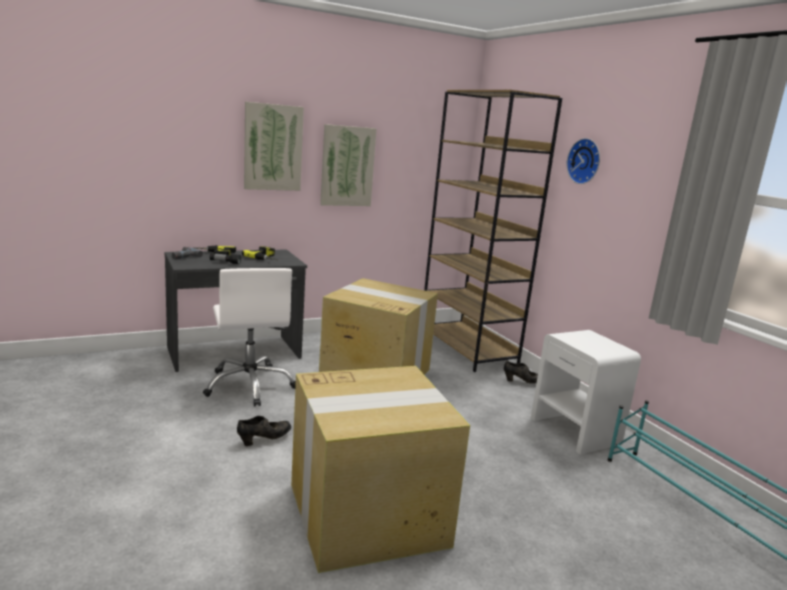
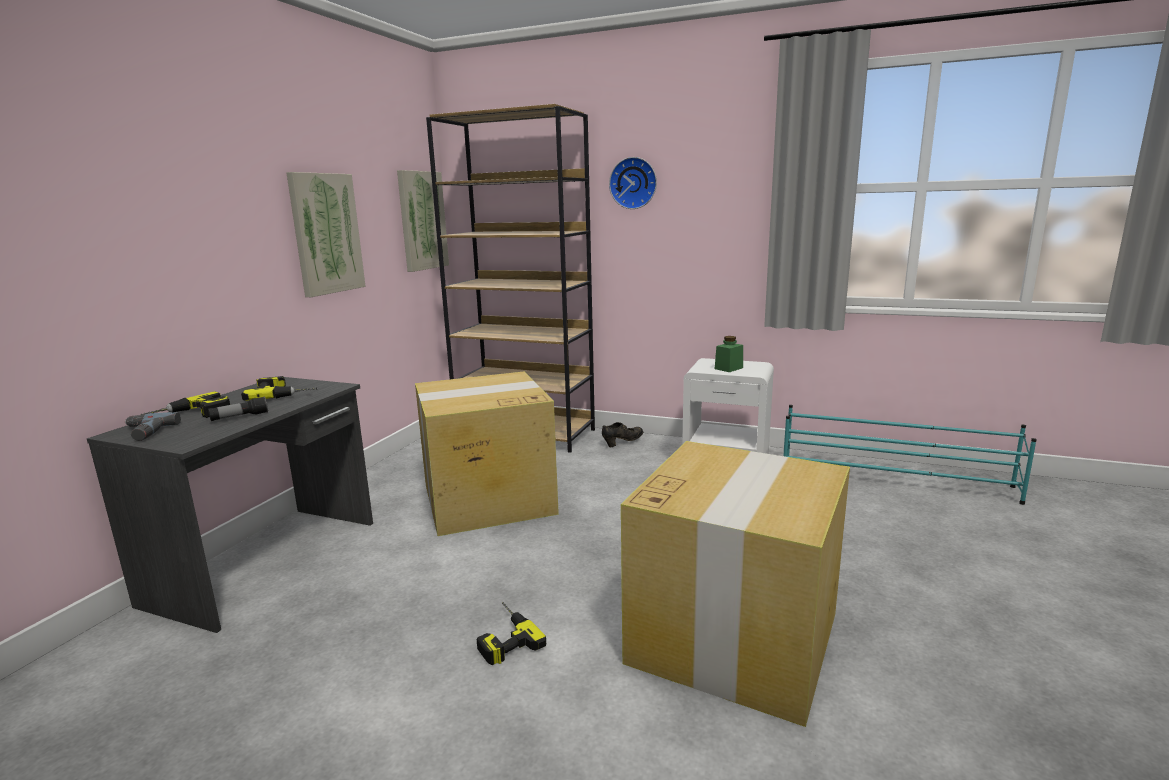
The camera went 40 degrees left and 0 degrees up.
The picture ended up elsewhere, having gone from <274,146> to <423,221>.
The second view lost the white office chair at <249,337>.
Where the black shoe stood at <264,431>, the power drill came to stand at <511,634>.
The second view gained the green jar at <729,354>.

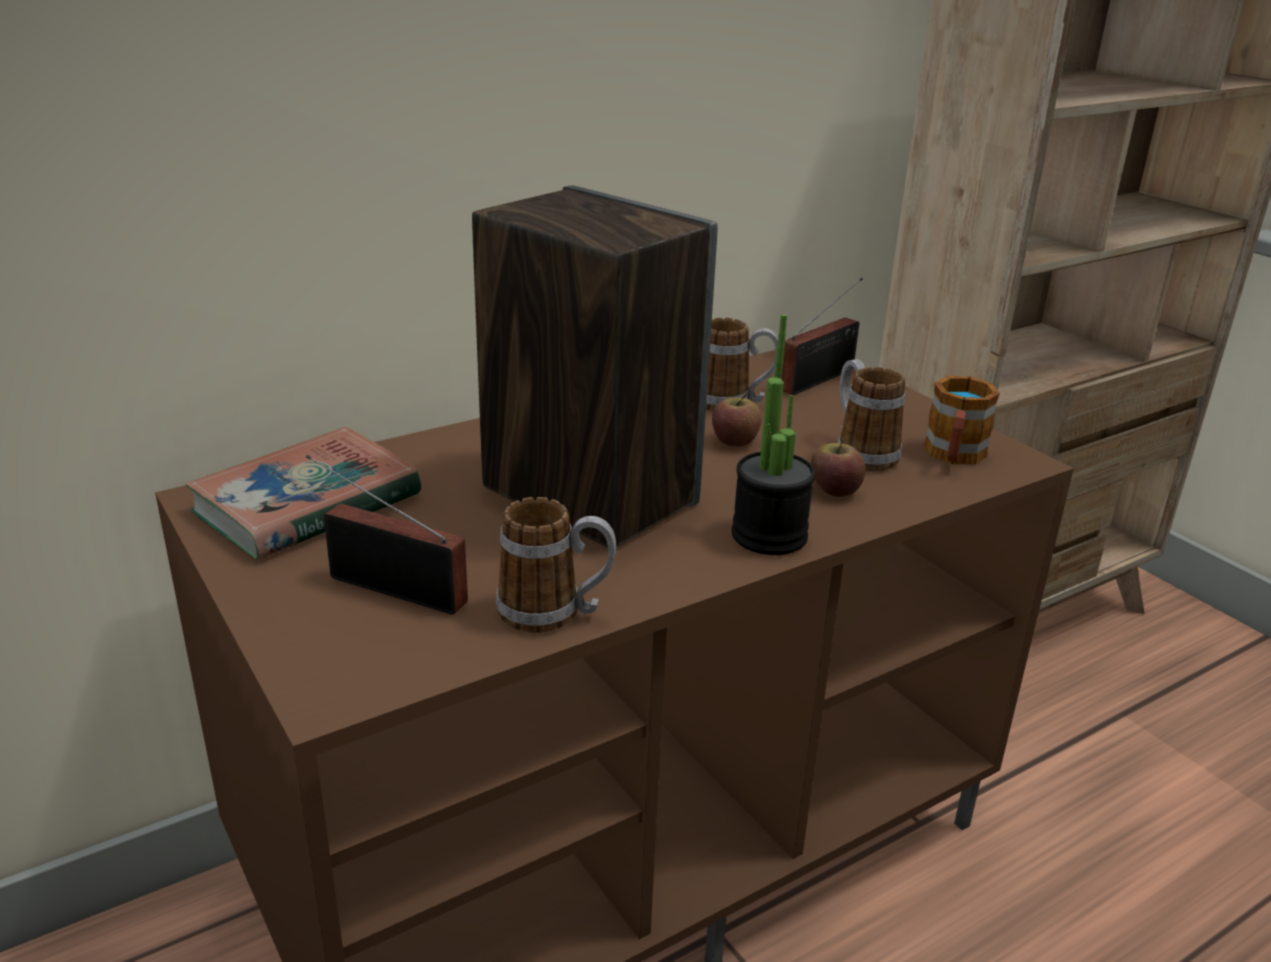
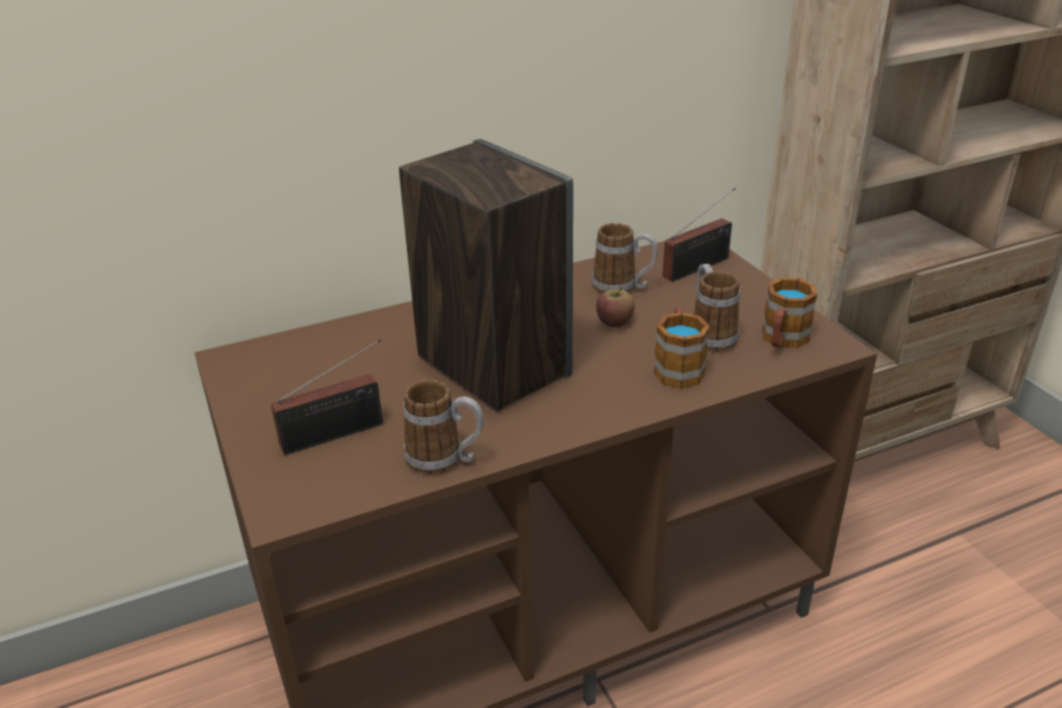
The camera went 10 degrees right and 5 degrees up.
The second view lost the potted plant at <774,434>.
The second view lost the book at <303,493>.
Where the apple stood at <838,467>, the mug came to stand at <682,348>.
The radio at <387,535> ended up facing another way, 120 degrees clockwise from before.

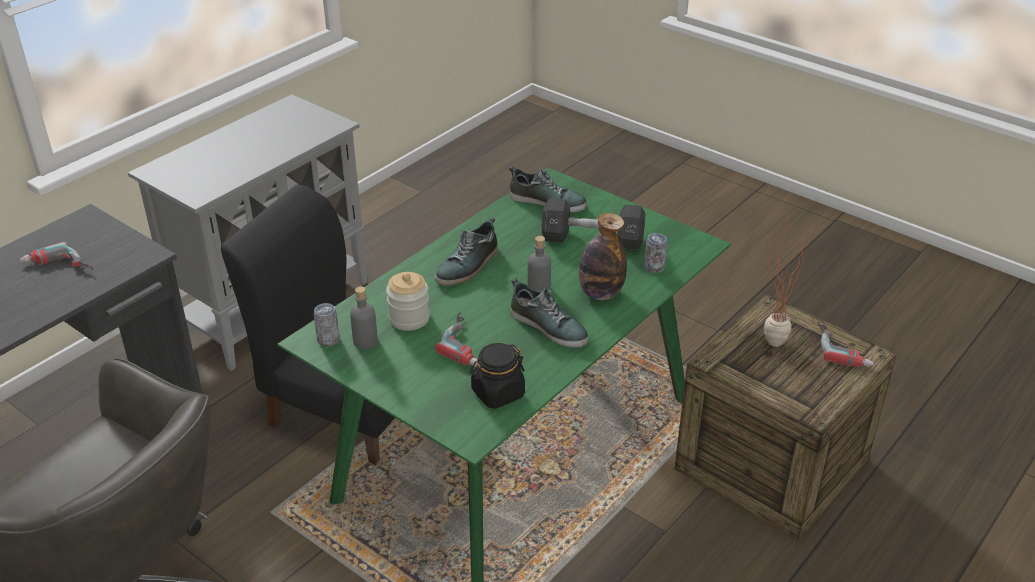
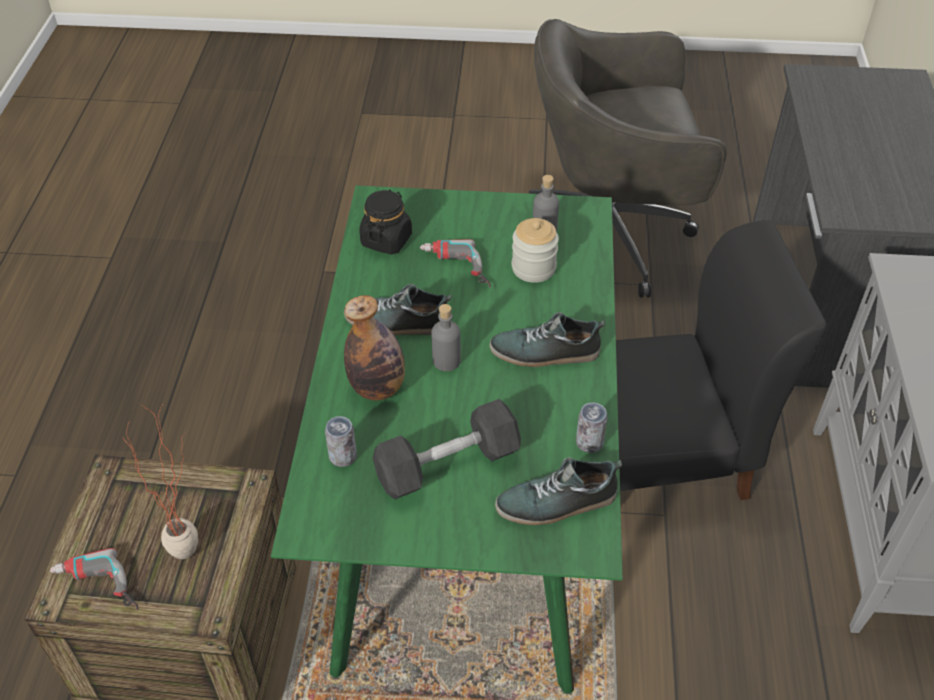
The camera went 145 degrees right and 10 degrees up.
The shoe at <466,251> ended up facing another way, 90 degrees counterclockwise from before.
The second view lost the power drill at <56,256>.
The can ended up elsewhere, having gone from <327,324> to <592,427>.

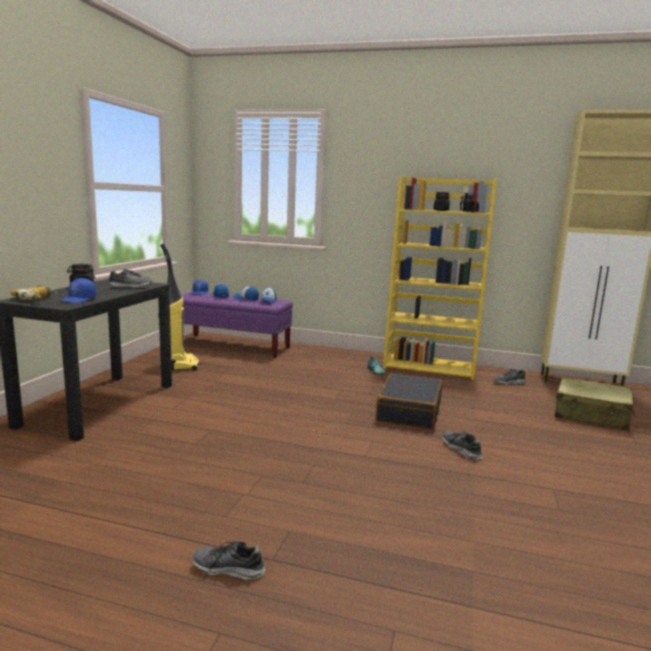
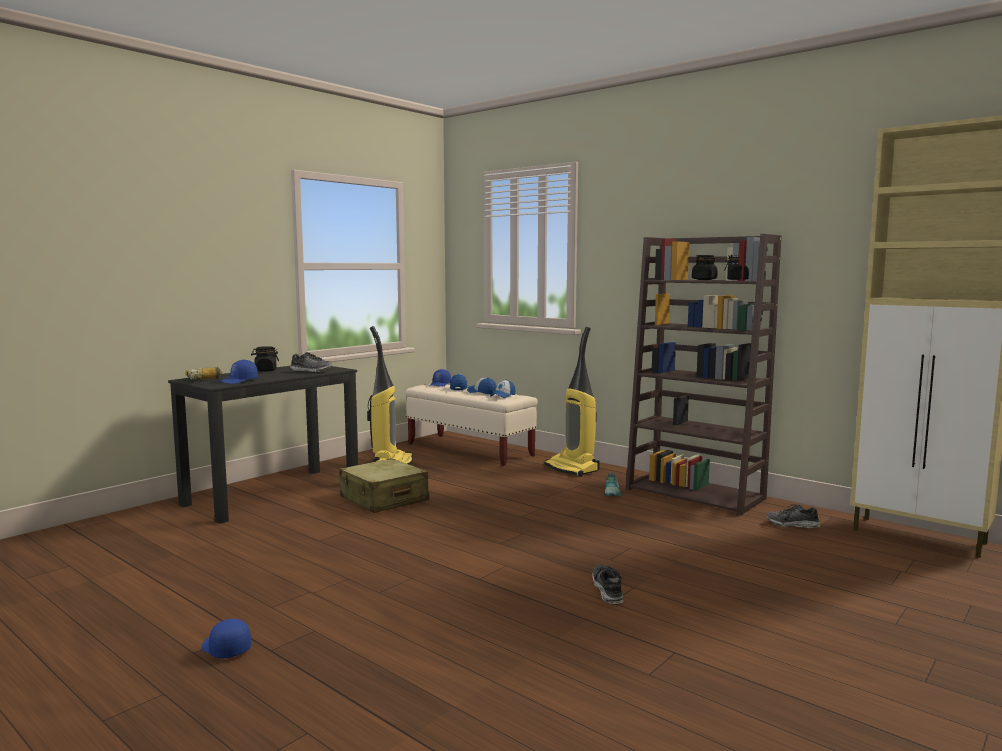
The camera went 25 degrees right and 5 degrees down.
What was the yellow bookcase at <440,278> turned into the brown bookcase at <704,375>.
What was the purple bench at <237,325> turned into the beige bench at <471,425>.
The second view lost the black suitcase at <409,401>.
The beige suitcase ended up elsewhere, having gone from <596,403> to <384,485>.
Where the shoe stood at <228,560>, the blue cap came to stand at <226,638>.
The second view gained the vacuum cleaner at <572,402>.

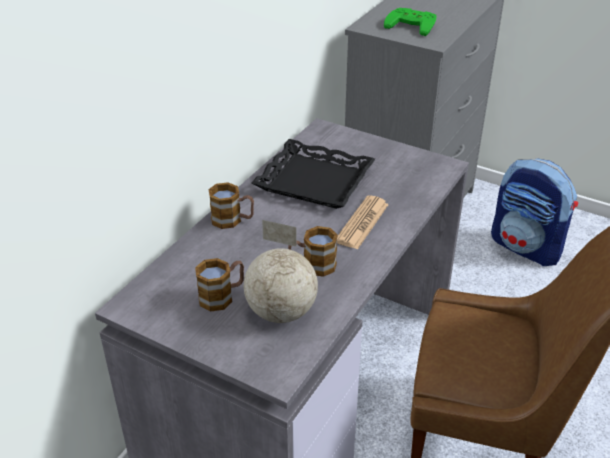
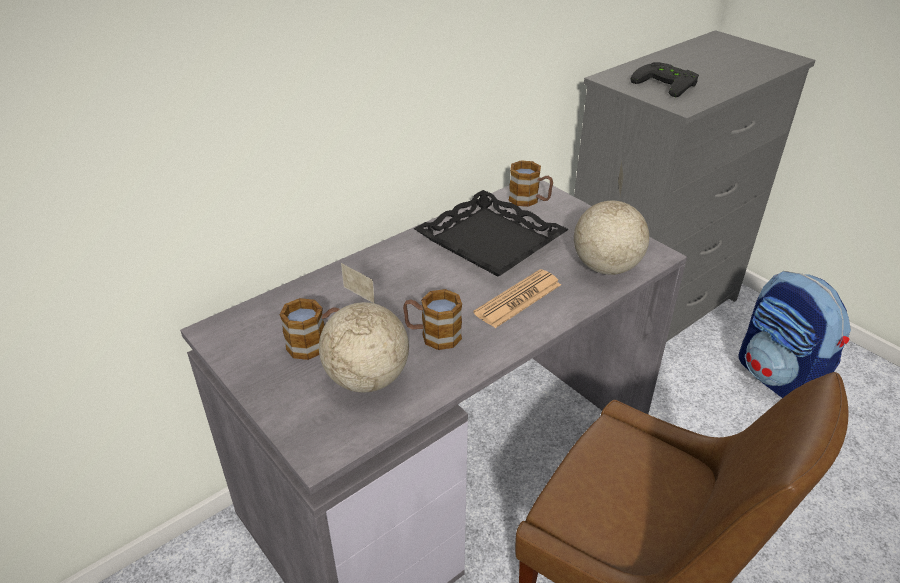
The camera went 20 degrees right and 0 degrees up.
What was the green game controller at <410,22> turned into the black game controller at <664,80>.
The mug ended up elsewhere, having gone from <231,205> to <531,184>.
The second view gained the globe at <611,217>.

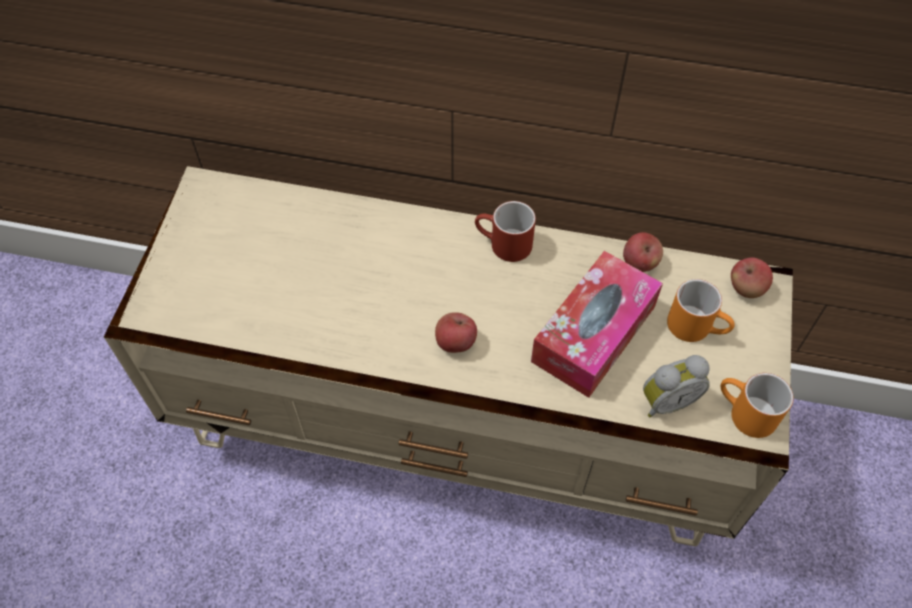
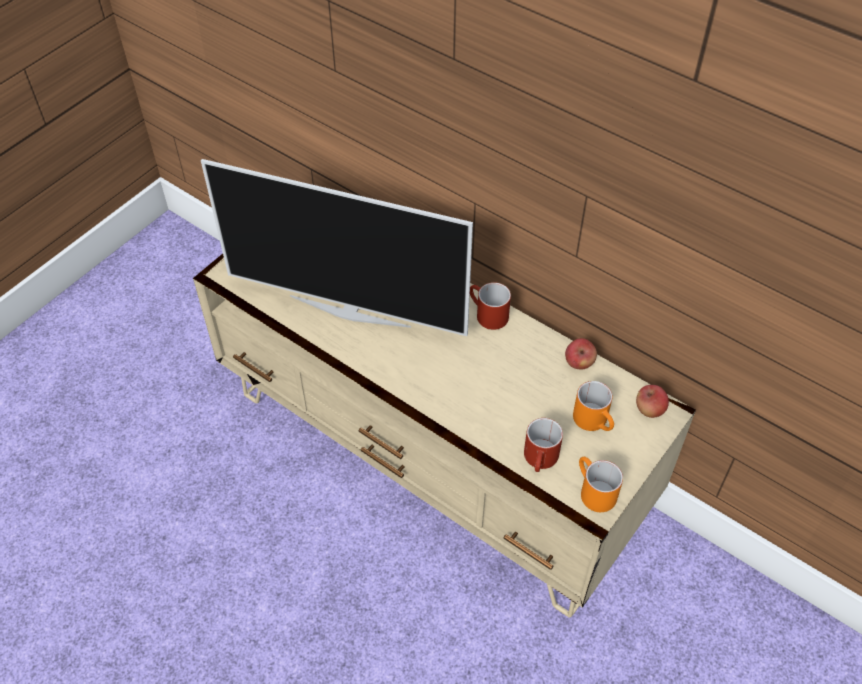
The camera went 25 degrees right and 5 degrees down.
The second view lost the tissue box at <597,324>.
The second view lost the apple at <456,332>.
Where the alarm clock stood at <676,386>, the red mug came to stand at <543,445>.
The second view gained the television at <337,247>.

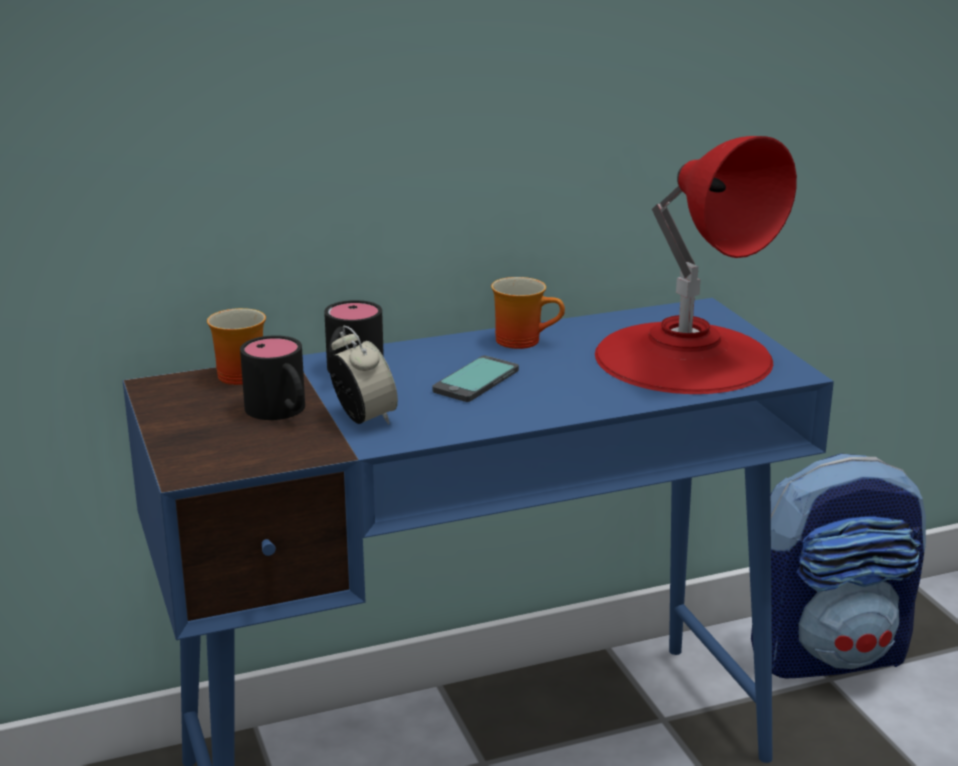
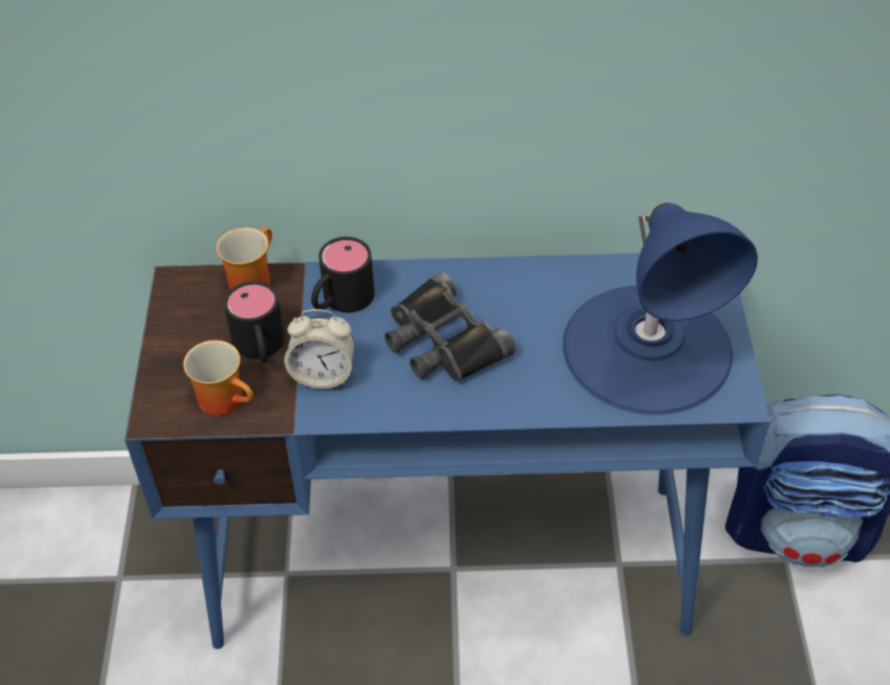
The camera went 20 degrees right and 25 degrees up.
What was the red table lamp at <696,265> turned into the blue table lamp at <660,309>.
The mug ended up elsewhere, having gone from <528,313> to <218,378>.
The alarm clock at <363,375> ended up facing another way, 105 degrees clockwise from before.
Where the phone stood at <475,379>, the black binoculars came to stand at <450,327>.

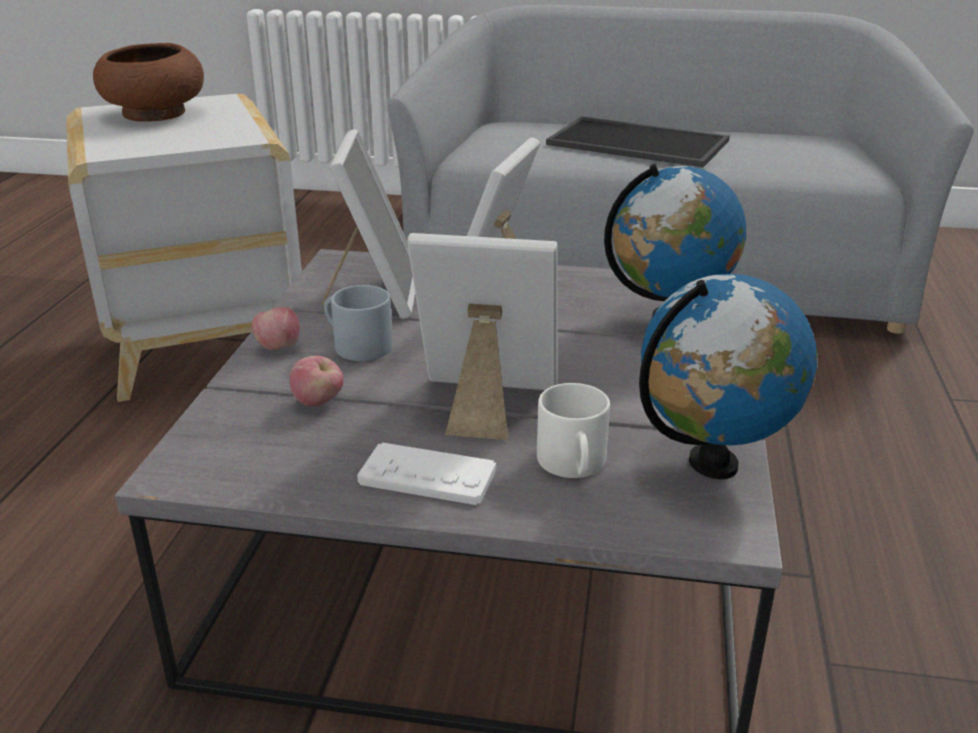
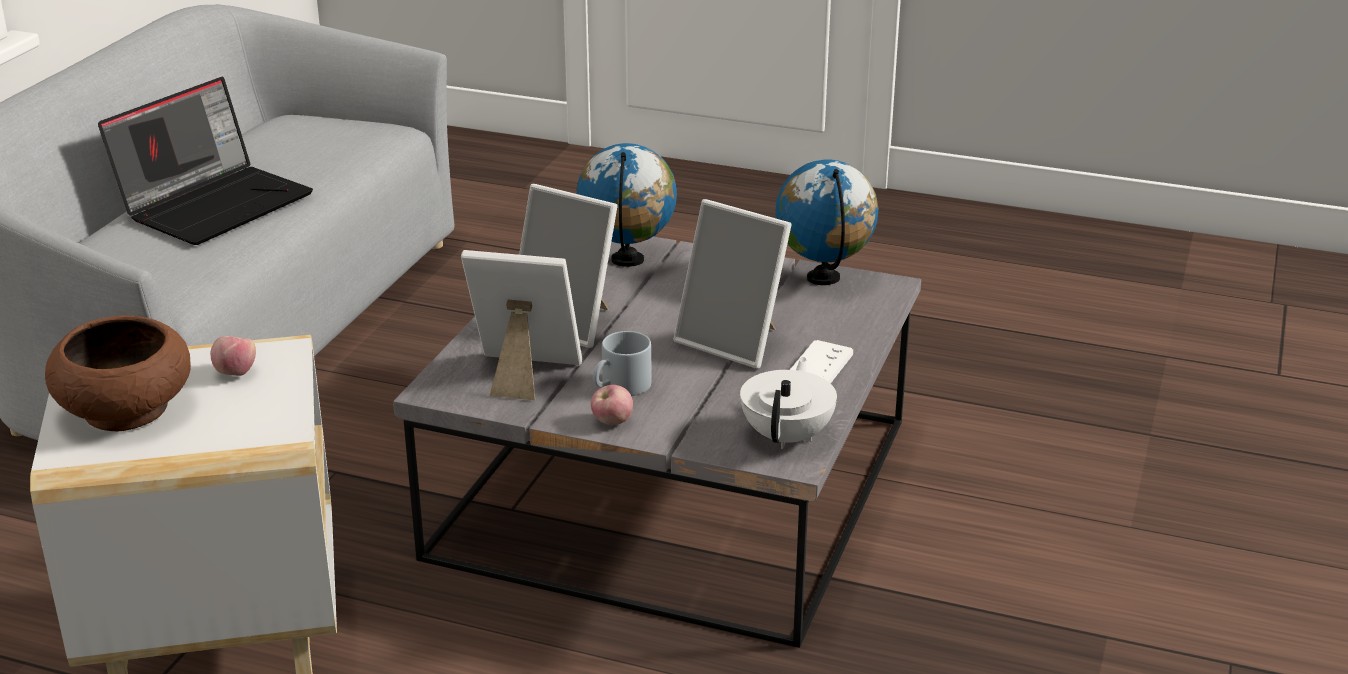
The camera went 80 degrees left and 0 degrees up.
Where the tray stood at <638,141>, the laptop came to stand at <205,161>.
The picture frame at <482,336> ended up facing another way, 75 degrees counterclockwise from before.
The apple ended up elsewhere, having gone from <317,381> to <233,356>.
The second view lost the white mug at <573,430>.
The second view gained the white teapot at <788,403>.

